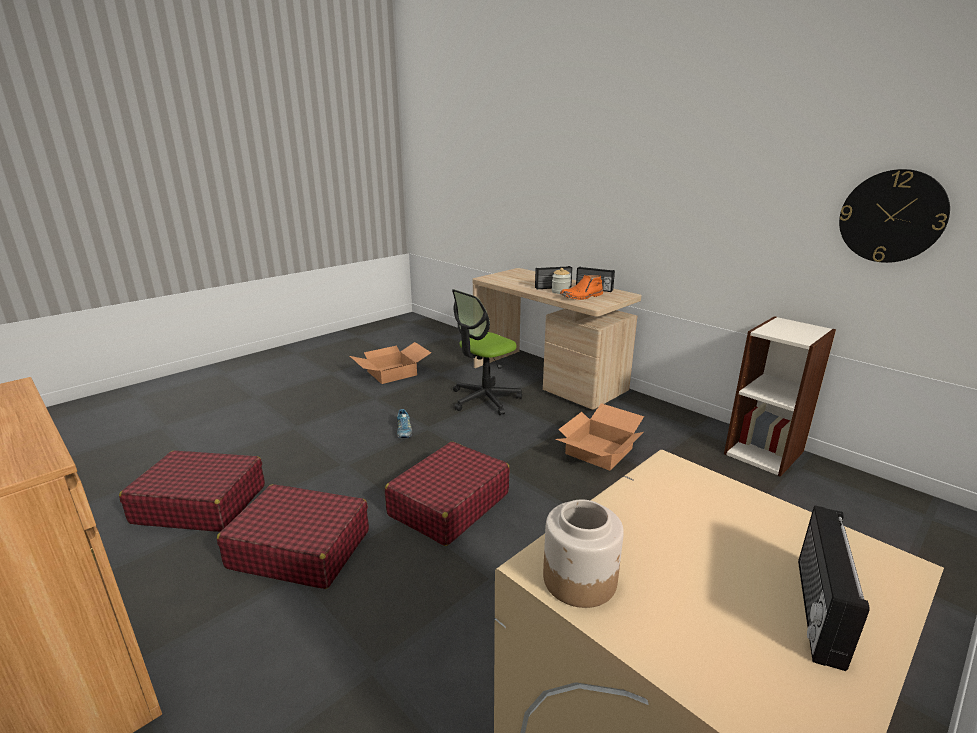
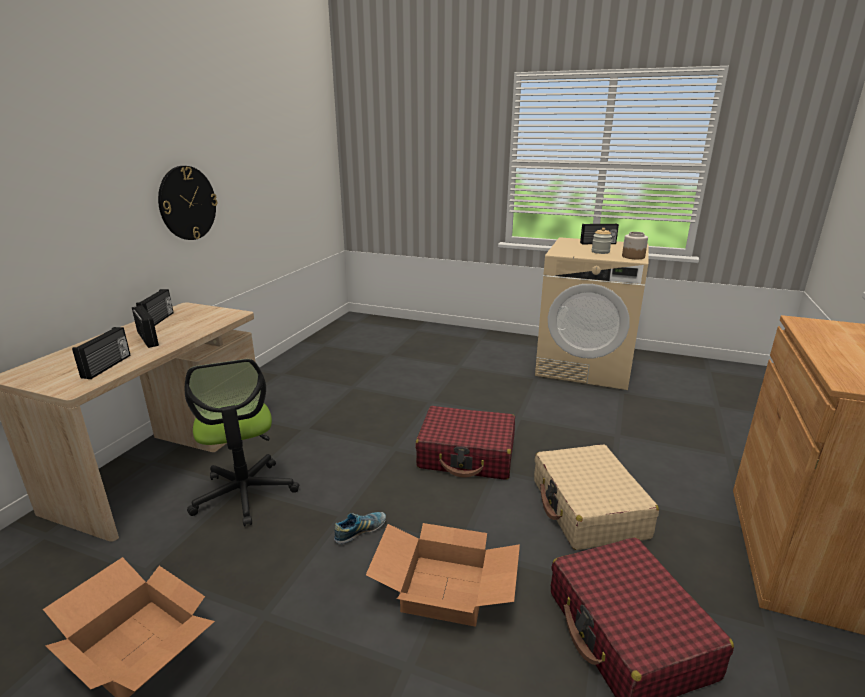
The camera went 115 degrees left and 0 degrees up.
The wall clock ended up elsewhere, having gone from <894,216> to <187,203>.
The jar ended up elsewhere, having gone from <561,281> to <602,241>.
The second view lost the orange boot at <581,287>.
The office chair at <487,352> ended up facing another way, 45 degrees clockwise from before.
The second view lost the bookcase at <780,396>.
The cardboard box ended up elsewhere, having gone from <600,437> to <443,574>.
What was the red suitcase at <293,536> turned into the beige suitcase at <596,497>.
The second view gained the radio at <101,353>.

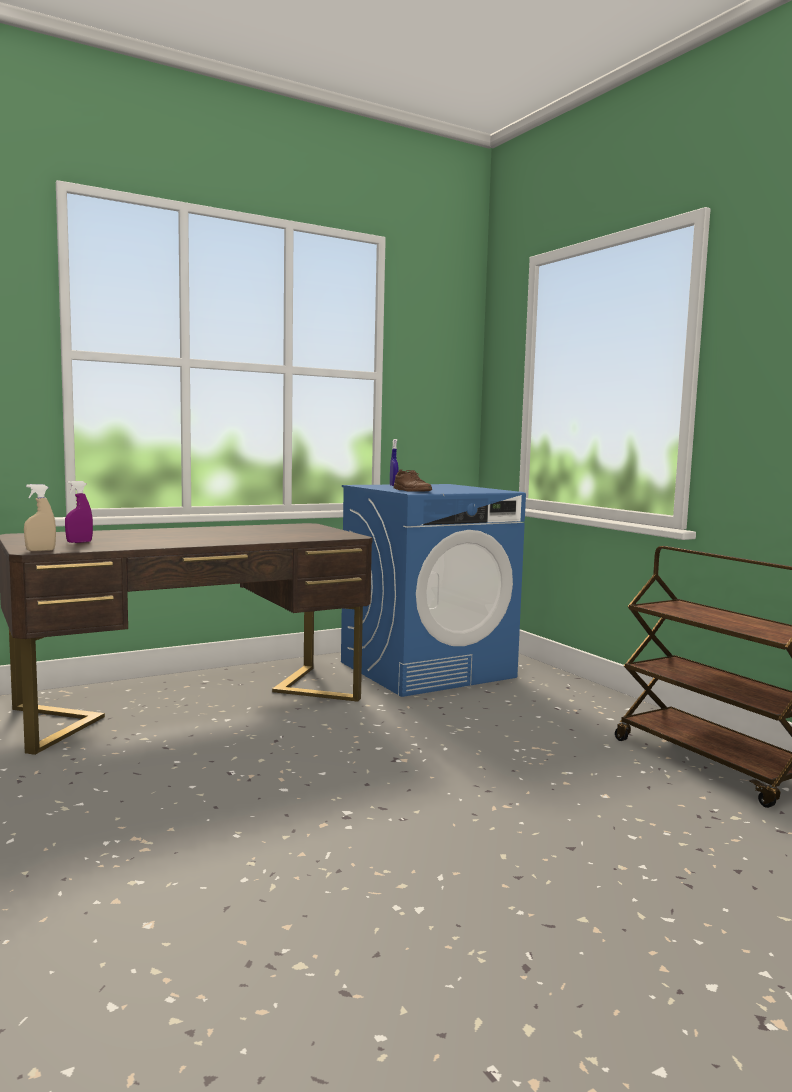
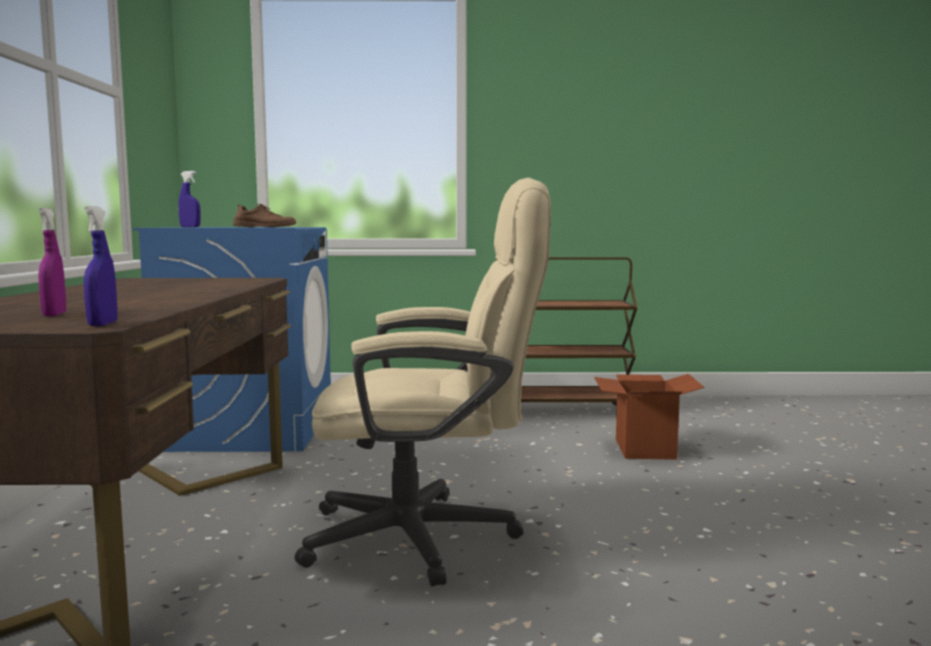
The camera went 60 degrees left and 0 degrees up.
What was the beige spray bottle at <40,517> turned into the blue spray bottle at <100,266>.
The second view gained the beige office chair at <422,382>.
The second view gained the cardboard box at <649,417>.

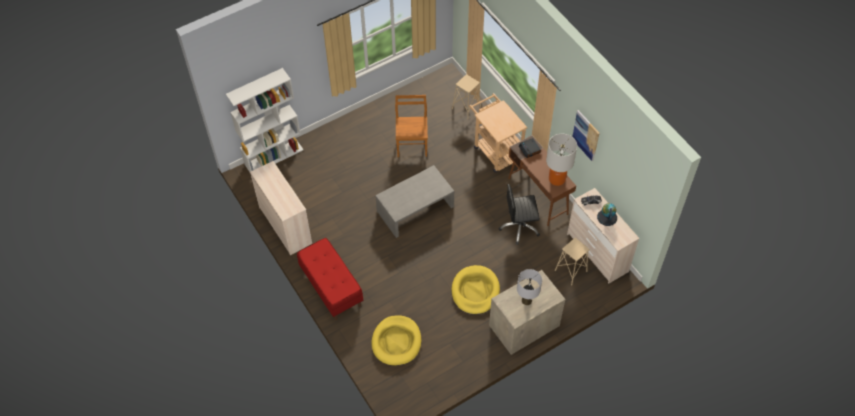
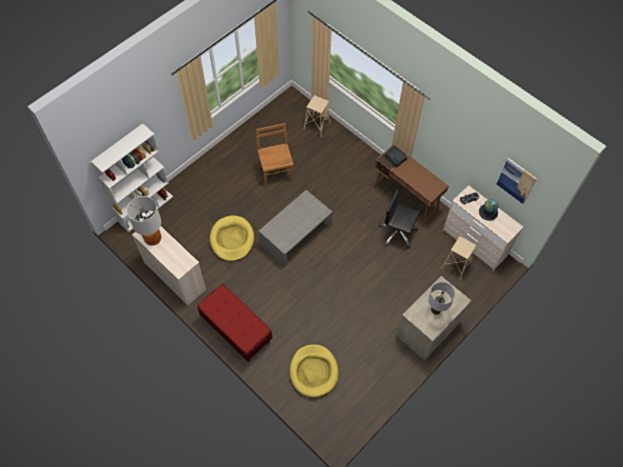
The camera went 15 degrees left and 5 degrees up.
The second view lost the beige cart at <498,133>.
The picture ended up elsewhere, having gone from <586,135> to <517,181>.
The table lamp ended up elsewhere, having gone from <561,160> to <143,220>.
The black office chair at <519,214> ended up facing another way, 45 degrees clockwise from before.
The yellow dog bed ended up elsewhere, having gone from <475,290> to <232,238>.

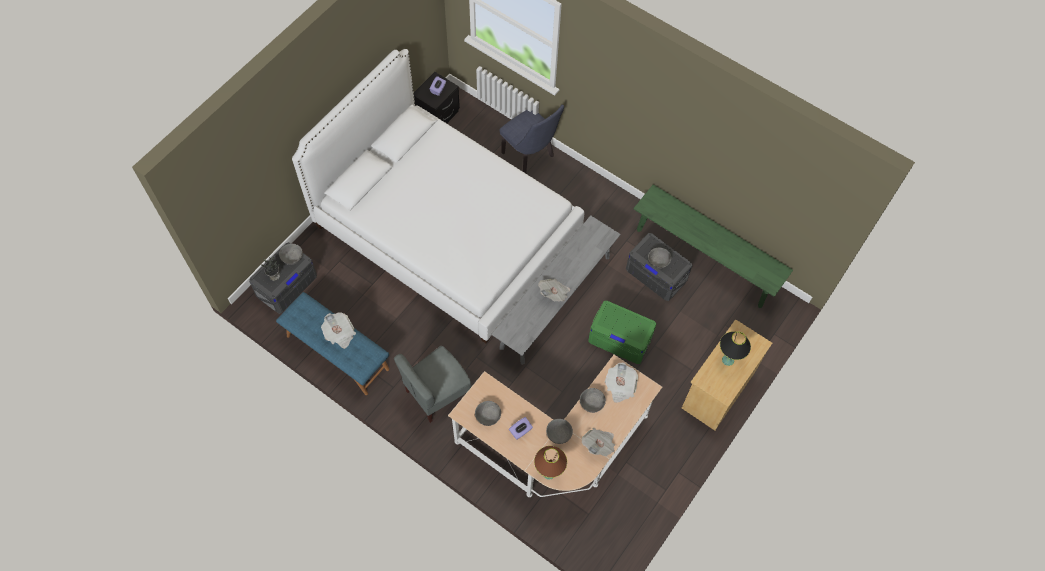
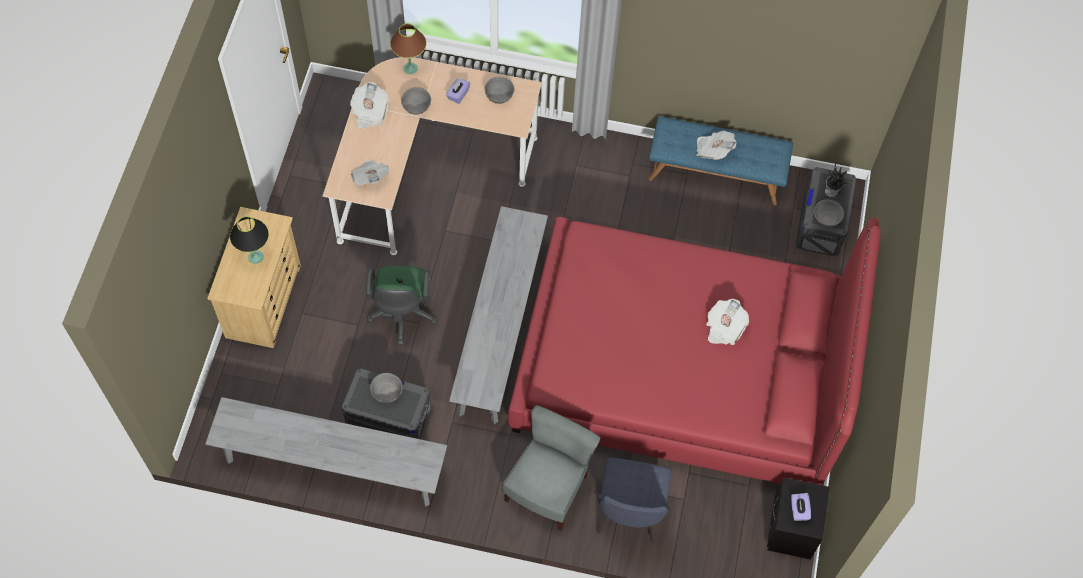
The camera went 155 degrees right and 0 degrees up.
What was the white bed at <438,196> turned into the red bed at <694,351>.
The blue chair at <532,139> ended up facing another way, 105 degrees counterclockwise from before.
What was the green bench at <713,246> turned into the grey bench at <326,451>.
The newspaper ended up elsewhere, having gone from <554,290> to <727,322>.
Where the green storage box stood at <622,332>, the green office chair came to stand at <401,305>.
The grey chair ended up elsewhere, having gone from <433,384> to <552,467>.
The second view lost the grey bowl at <593,400>.

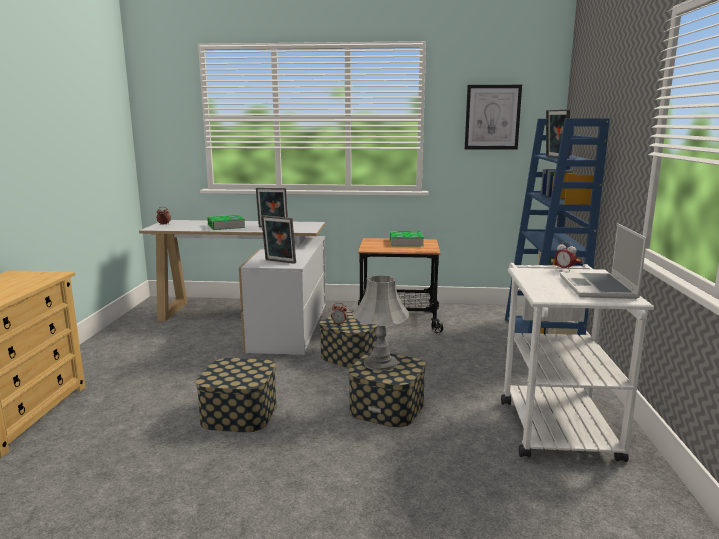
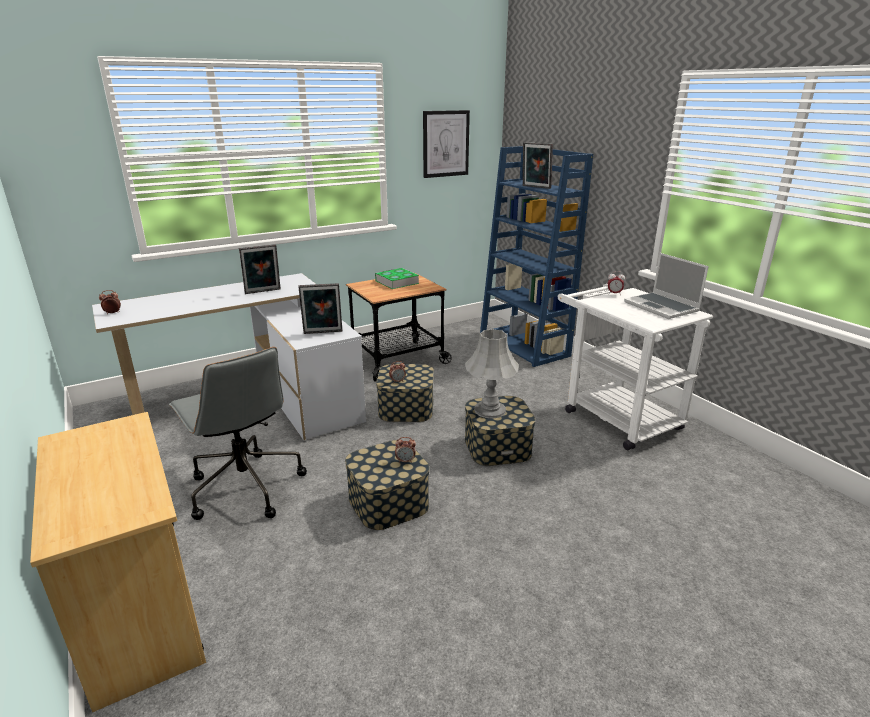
The camera went 35 degrees left and 10 degrees up.
The second view lost the book at <226,222>.
The second view gained the grey office chair at <238,433>.
The second view gained the alarm clock at <405,450>.

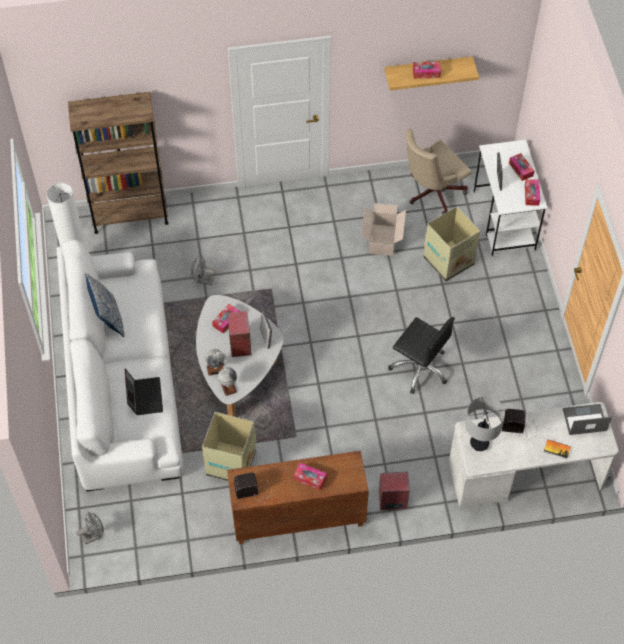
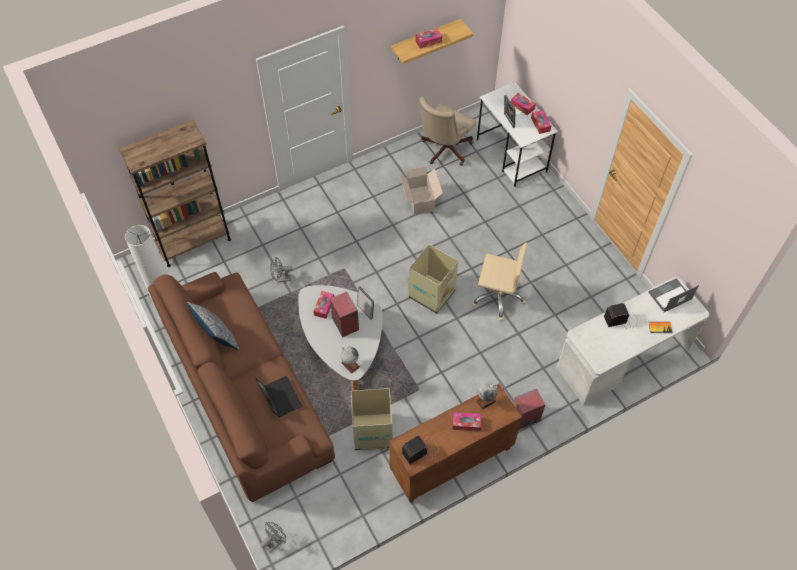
The camera went 20 degrees left and 0 degrees up.
The cardboard box ended up elsewhere, having gone from <452,244> to <433,279>.
What was the white sofa at <120,366> turned into the brown sofa at <241,387>.
What was the black office chair at <421,355> turned into the beige office chair at <499,282>.
The globe ended up elsewhere, having gone from <215,362> to <487,396>.
The second view lost the table lamp at <485,423>.

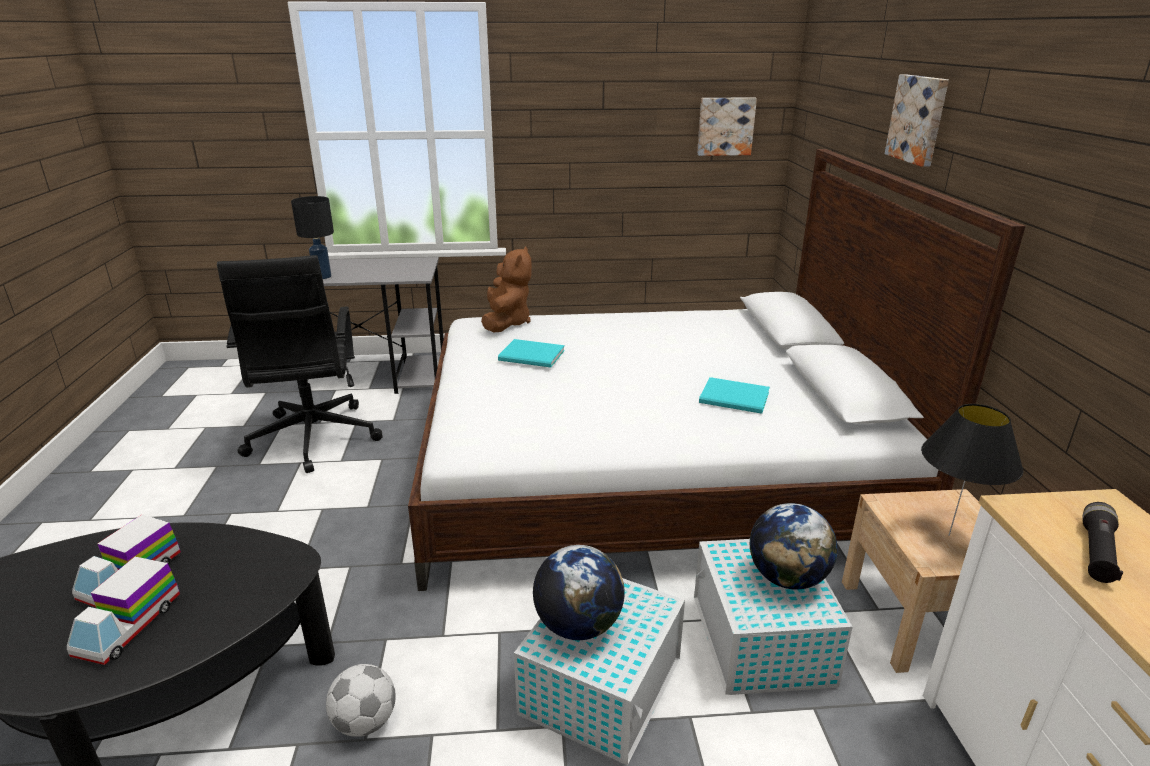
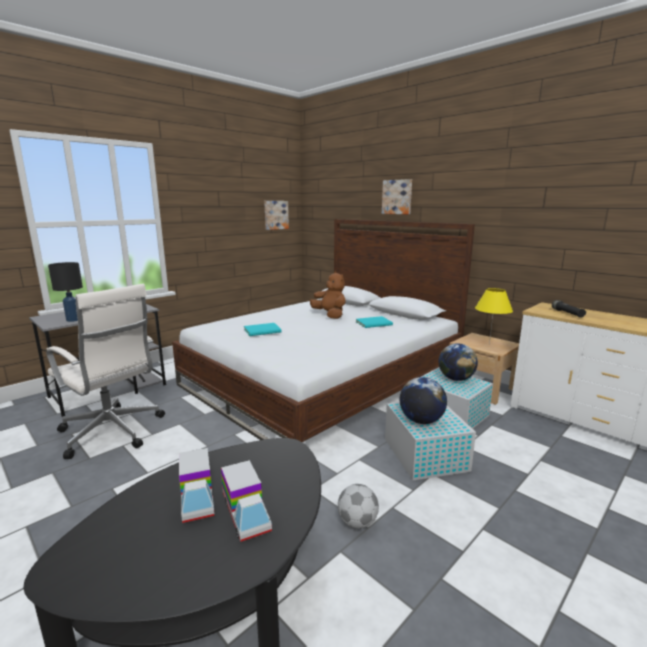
The camera went 40 degrees left and 10 degrees down.
The brown plush toy ended up elsewhere, having gone from <506,289> to <328,295>.
What was the black office chair at <299,364> turned into the white office chair at <105,371>.
What was the black table lamp at <972,470> turned into the yellow table lamp at <494,316>.

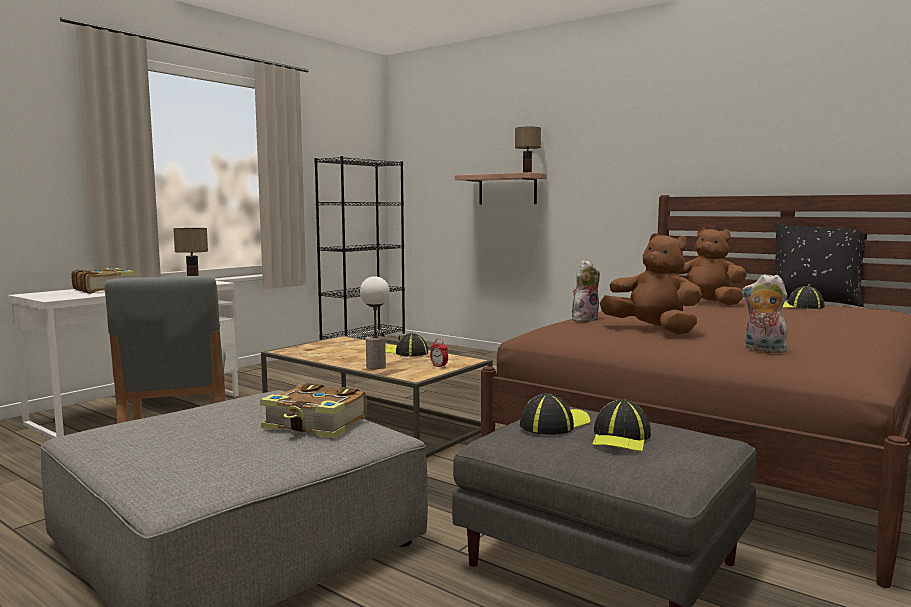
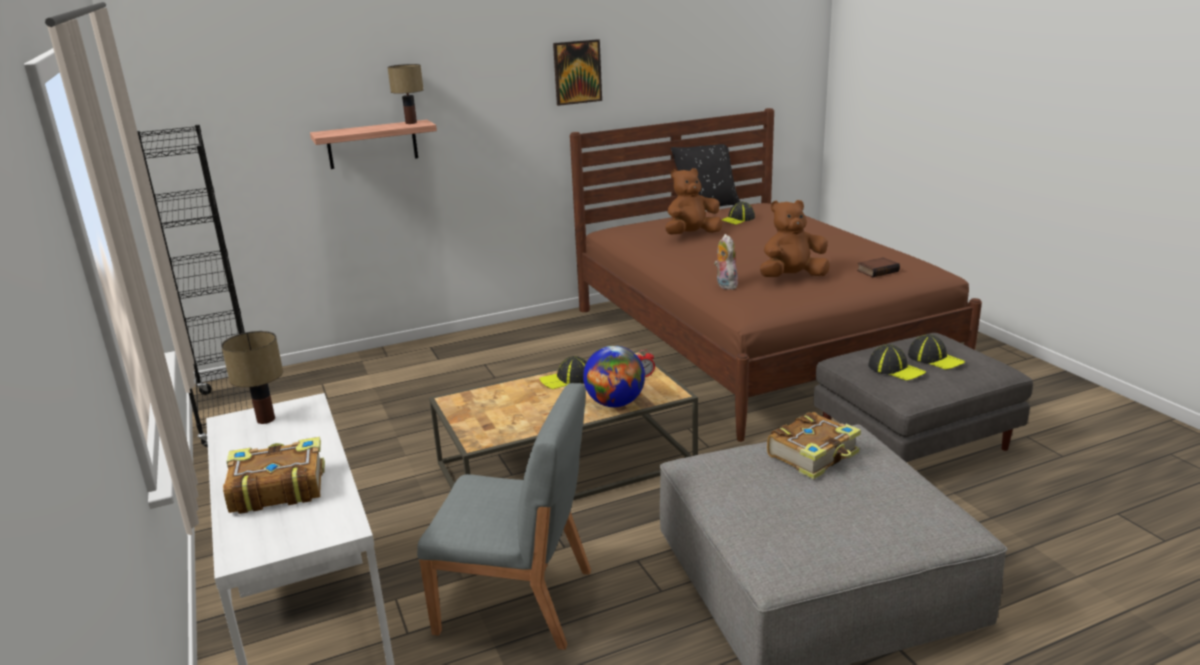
The camera went 60 degrees left and 15 degrees up.
Where the plush toy stood at <765,313>, the book came to stand at <878,267>.
Where the table lamp stood at <375,322>, the globe came to stand at <614,376>.
The cap at <555,414> ended up facing another way, 150 degrees clockwise from before.
The second view gained the picture at <577,72>.

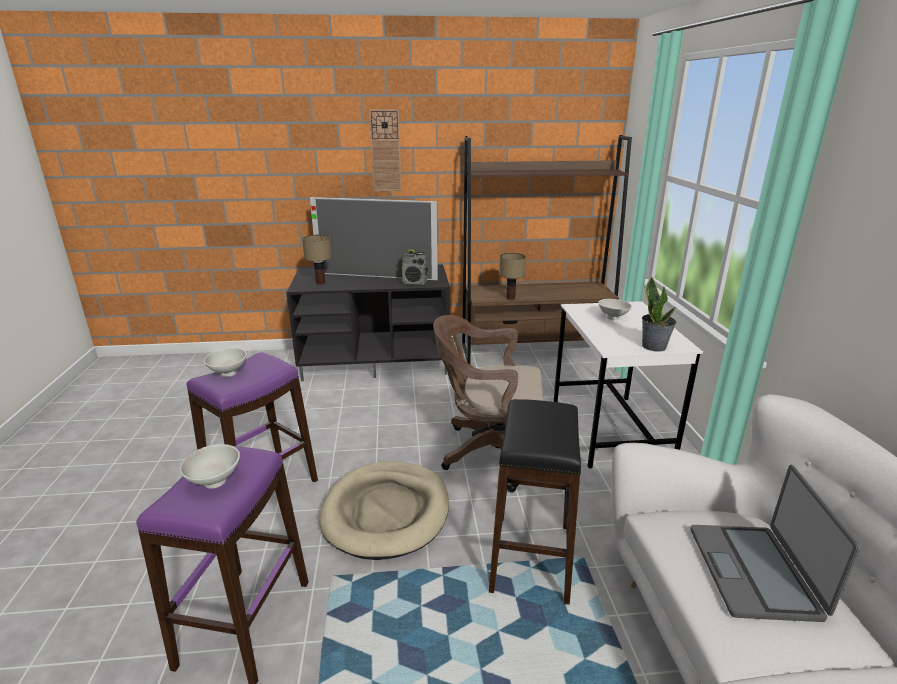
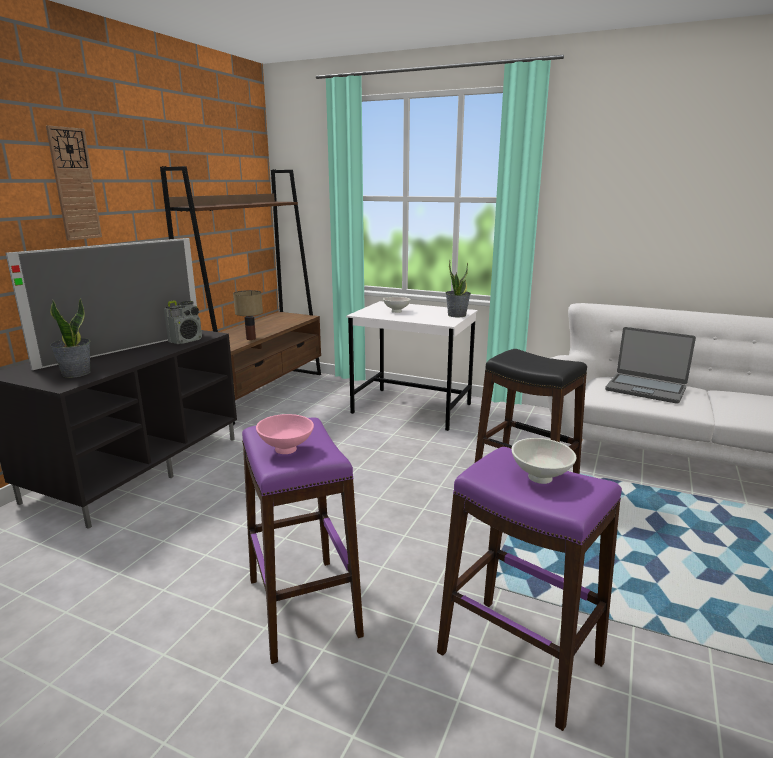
The camera went 60 degrees left and 5 degrees down.
Where the table lamp stood at <317,259>, the potted plant came to stand at <70,338>.
The second view lost the brown office chair at <488,404>.
What was the white bowl at <225,362> turned into the pink bowl at <285,434>.
The second view lost the beige dog bed at <384,510>.

